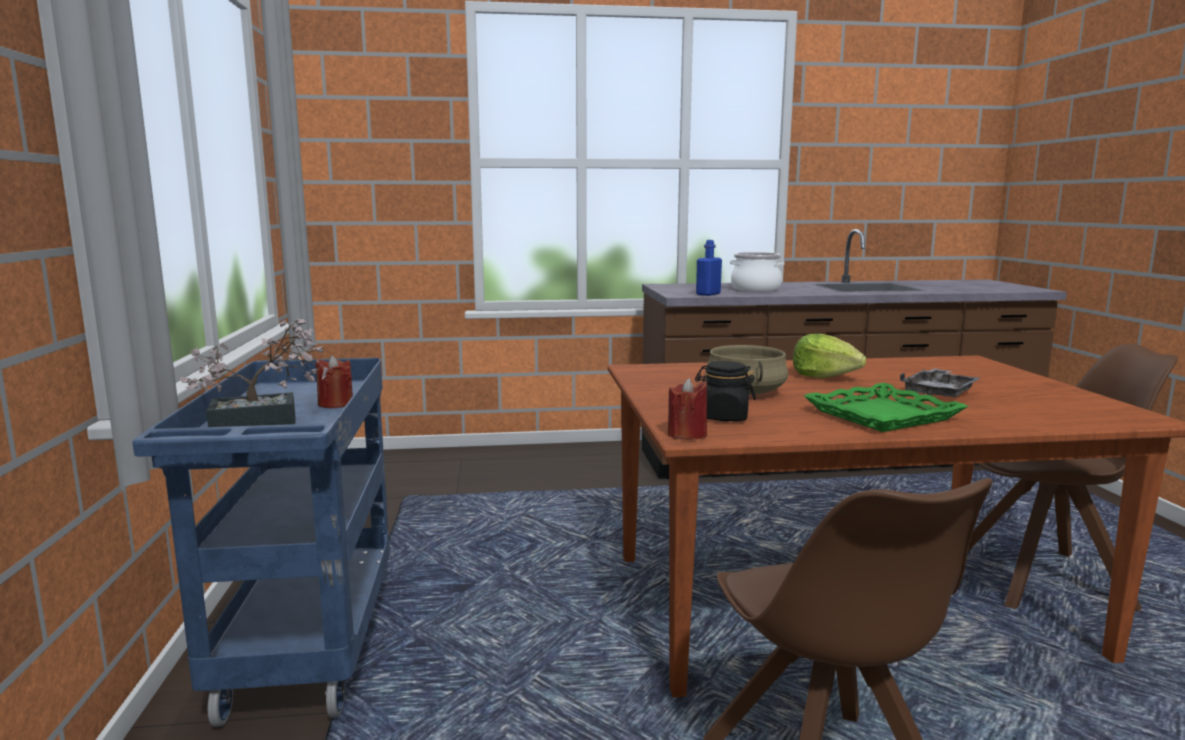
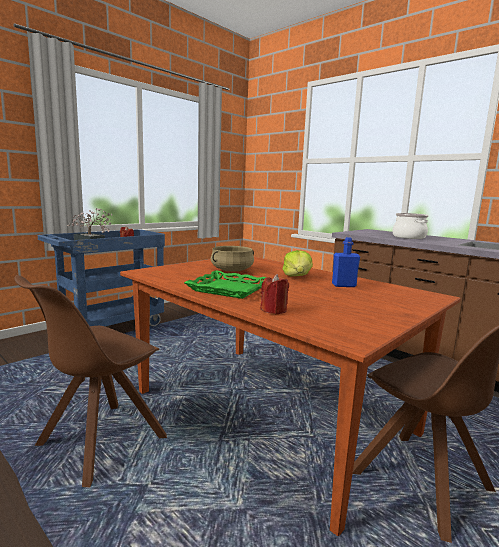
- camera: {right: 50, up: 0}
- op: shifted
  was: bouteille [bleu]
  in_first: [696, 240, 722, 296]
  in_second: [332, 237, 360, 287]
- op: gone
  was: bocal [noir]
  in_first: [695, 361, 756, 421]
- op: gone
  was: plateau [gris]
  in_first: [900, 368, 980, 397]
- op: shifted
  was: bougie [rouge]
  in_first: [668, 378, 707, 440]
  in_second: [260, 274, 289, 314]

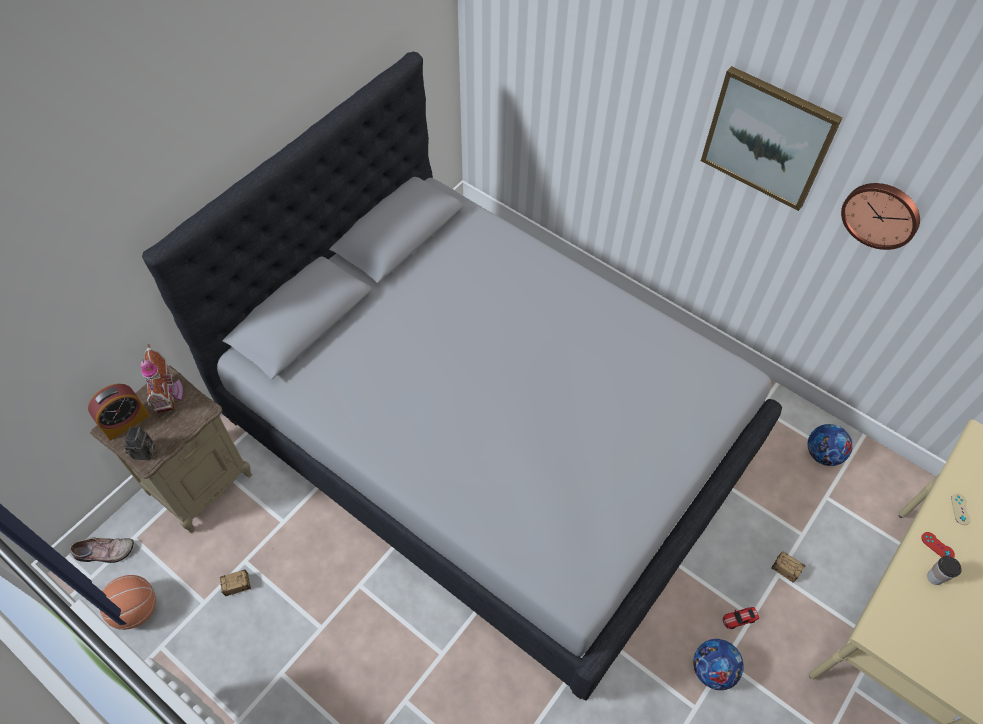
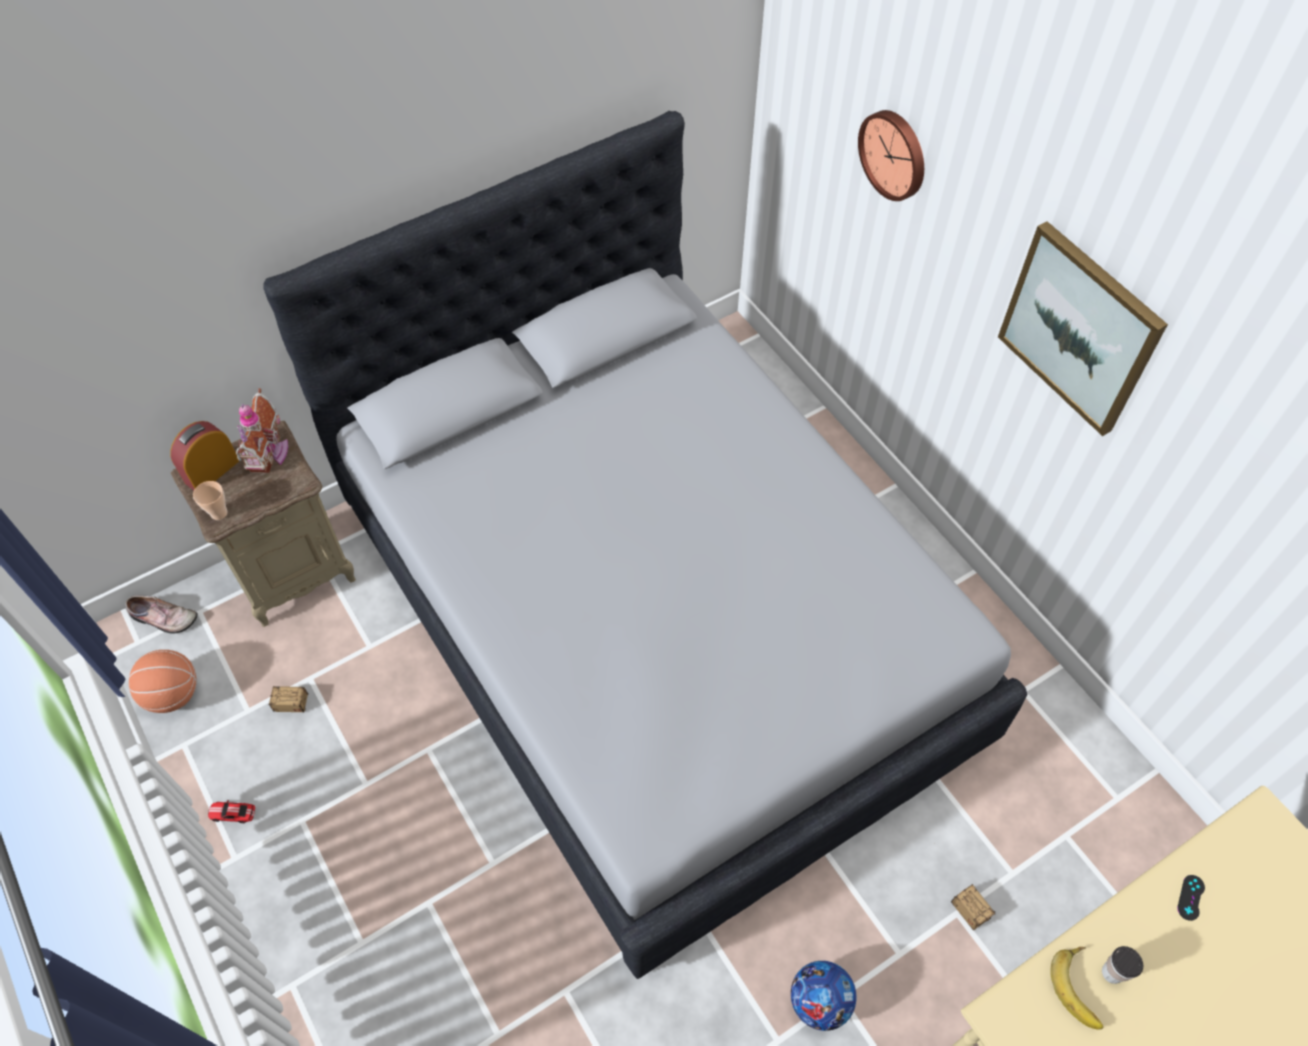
- camera: {right: 20, up: 0}
- op: shifted
  was: horloge murale
  in_first: [841, 183, 920, 250]
  in_second: [858, 110, 924, 201]
- op: rotated
  was: réveil
  in_first: [88, 384, 150, 440]
  in_second: [170, 421, 239, 490]
  clockwise: 150
- op: gone
  was: ballon de foot
  in_first: [808, 424, 853, 466]
- op: swapped
  was: appareil photo
  now: tasse
  in_first: [124, 427, 156, 460]
  in_second: [193, 481, 227, 520]
- op: repainted
  was: manette [beige]
  now: manette [noir]
  in_first: [951, 493, 971, 525]
  in_second: [1177, 875, 1205, 921]
- op: gone
  was: manette [rouge]
  in_first: [921, 532, 955, 558]
- op: shifted
  was: petite voiture
  in_first: [723, 607, 759, 629]
  in_second: [208, 800, 255, 823]
- op: new
  now: banane
  in_second: [1050, 947, 1103, 1030]

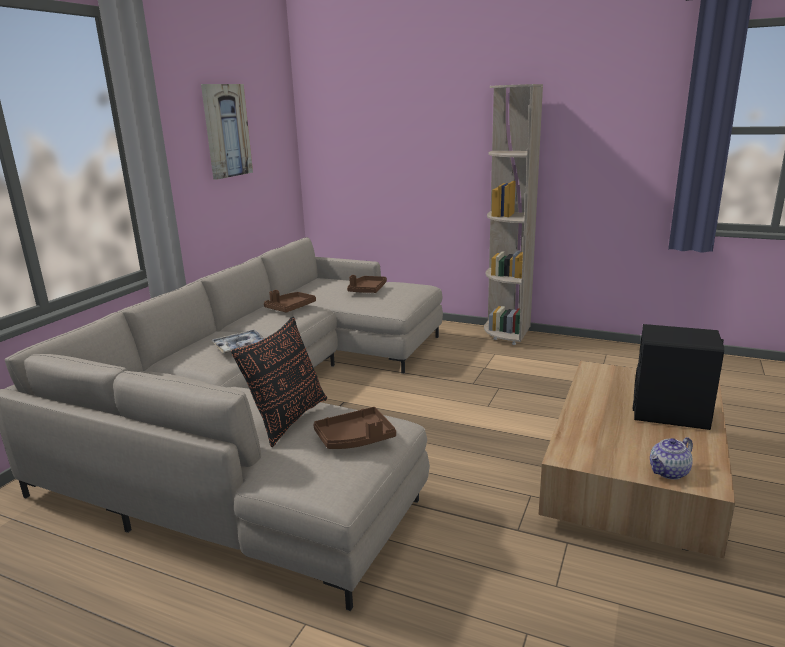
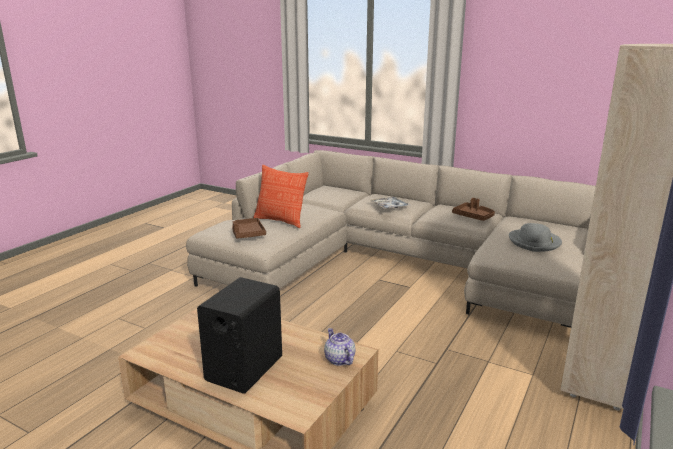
- camera: {right: 95, up: 0}
- op: gone
  was: tableau
  in_first: [201, 84, 253, 180]
- op: swapped
  was: plateau [marron]
  now: chapeau [gris]
  in_first: [347, 275, 387, 293]
  in_second: [509, 223, 562, 252]
- op: repainted
  was: coussin [noir]
  now: coussin [orange]
  in_first: [231, 316, 327, 447]
  in_second: [254, 165, 309, 228]
- op: shifted
  was: théière
  in_first: [650, 437, 693, 480]
  in_second: [324, 328, 355, 366]

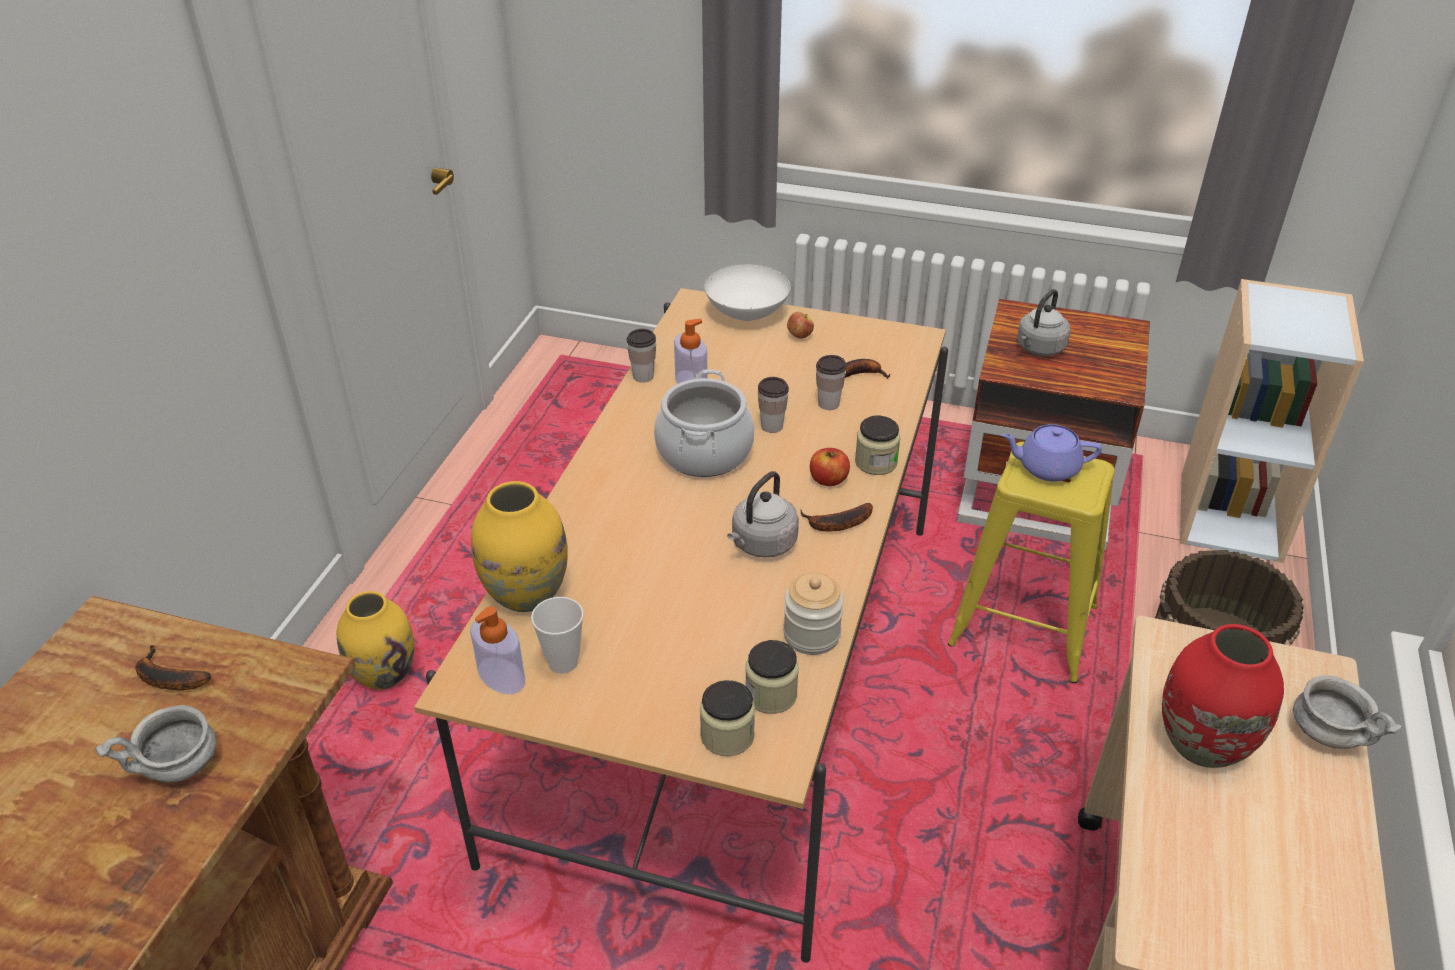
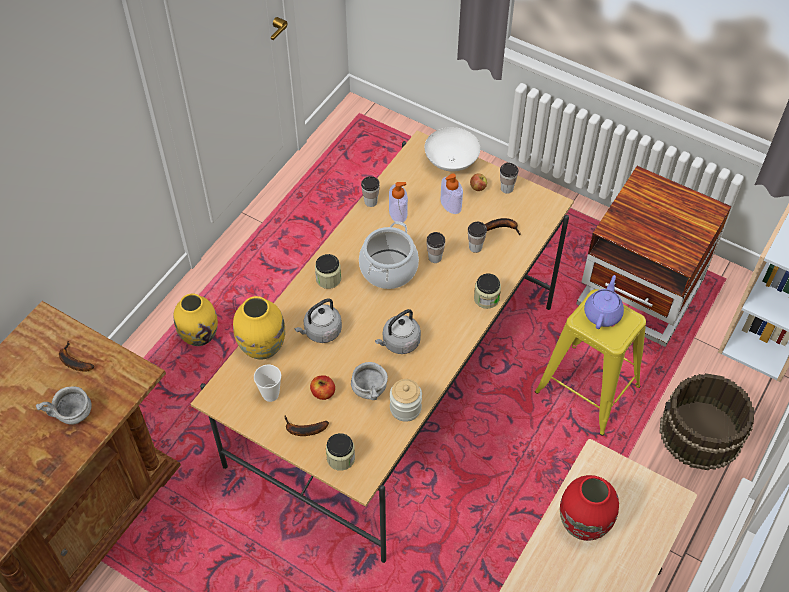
- camera: {right: 15, up: 15}
- op: shifted
  was: bouilloire [gris]
  in_first: [1017, 289, 1070, 356]
  in_second: [294, 298, 342, 343]
- op: rotated
  was: théière [violet]
  in_first: [1001, 424, 1102, 482]
  in_second: [584, 275, 624, 329]
  clockwise: 90
- op: shifted
  was: pomme
  in_first: [810, 448, 850, 486]
  in_second: [310, 375, 335, 400]
- op: shifted
  was: banane
  in_first: [800, 503, 873, 531]
  in_second: [285, 415, 329, 436]
- op: shifted
  was: distributeur de savon
  in_first: [470, 606, 525, 694]
  in_second: [440, 173, 463, 214]
- op: shifted
  was: bocal
  in_first: [746, 640, 799, 714]
  in_second: [315, 254, 341, 289]
- op: shifted
  was: bol [gris]
  in_first: [1293, 675, 1402, 749]
  in_second: [351, 362, 388, 400]
- op: new
  now: tasse
  in_second: [500, 163, 518, 194]

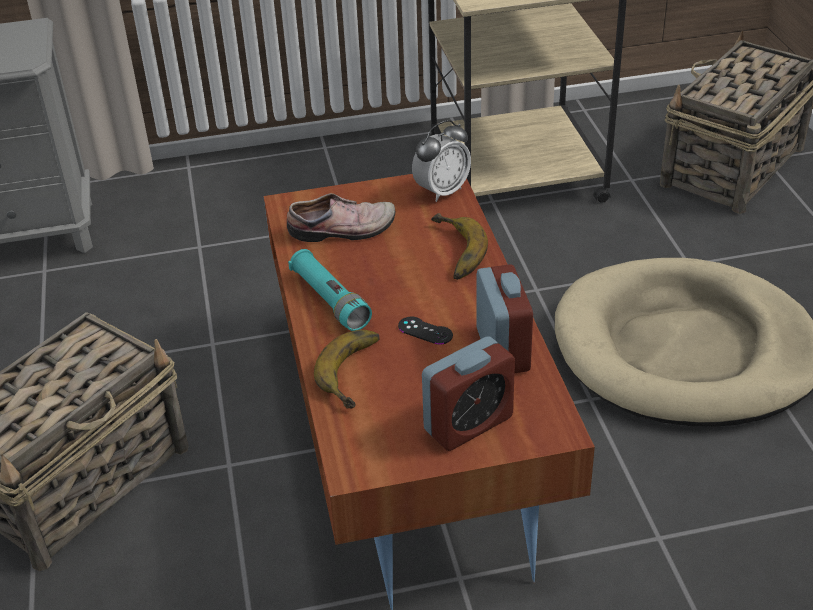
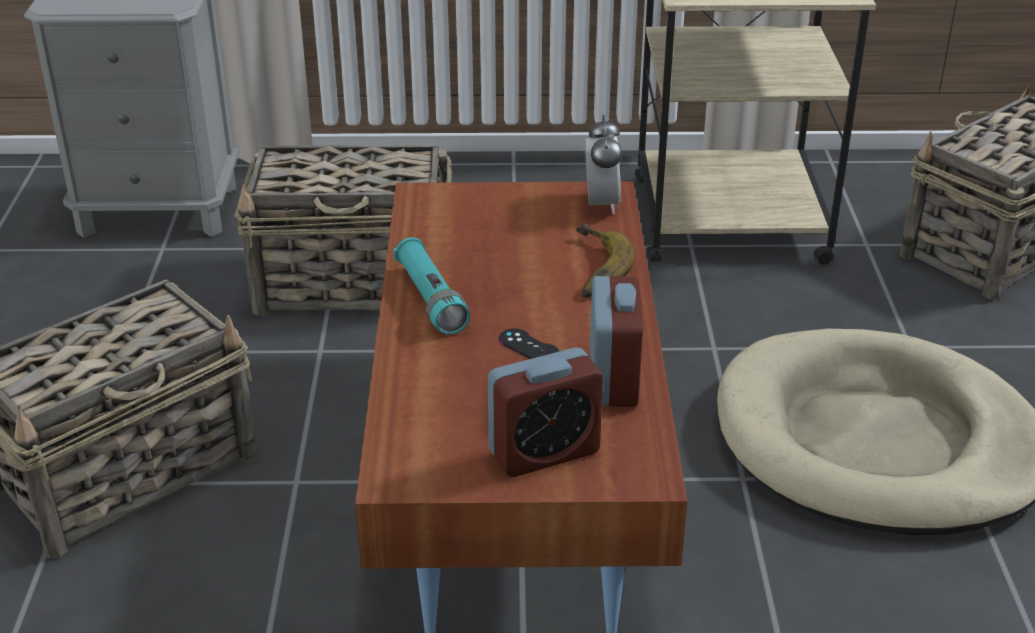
- camera: {right: 10, up: -5}
- op: rotated
  was: réveil
  in_first: [412, 120, 471, 202]
  in_second: [584, 115, 622, 214]
  clockwise: -60
- op: gone
  was: chaussure
  in_first: [287, 193, 395, 242]
- op: gone
  was: banane
  in_first: [314, 330, 380, 408]
- op: new
  now: panier
  in_second: [234, 145, 452, 316]

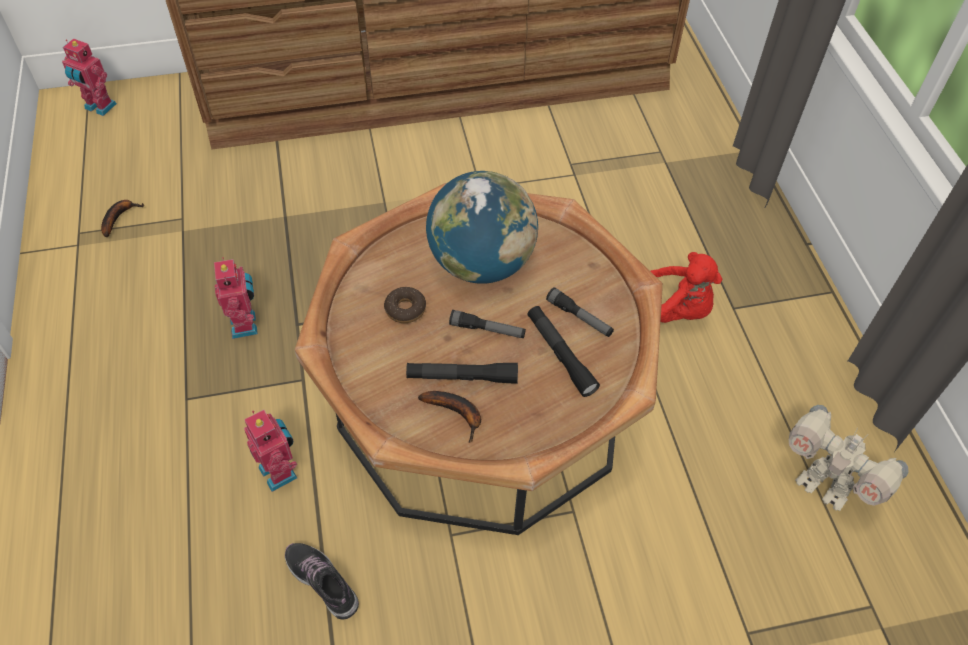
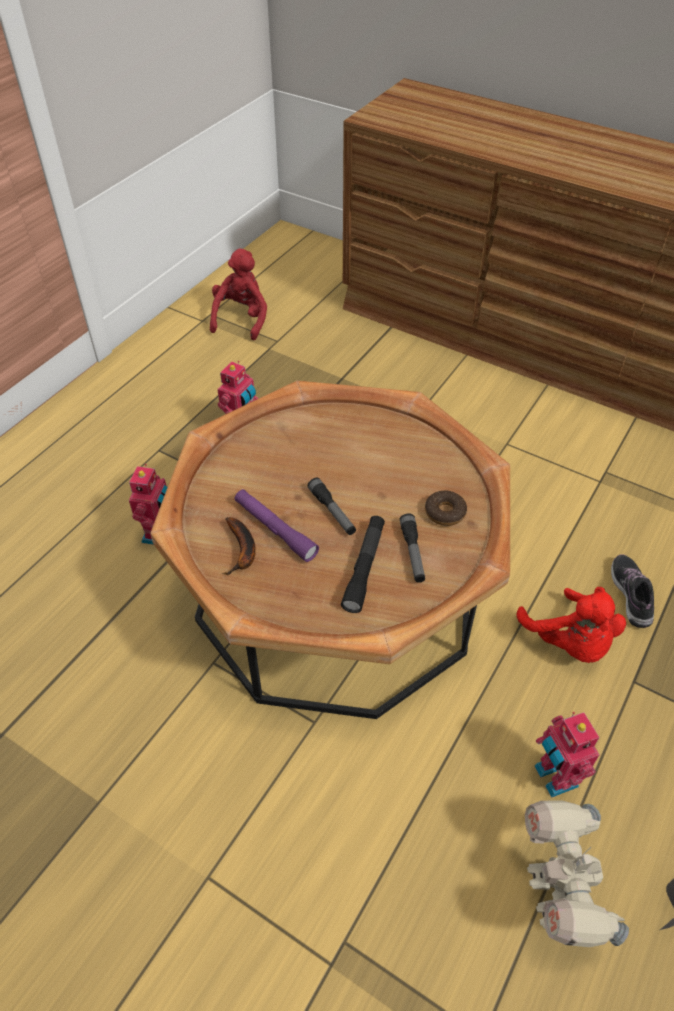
- camera: {right: 45, up: -5}
- op: shifted
  was: robot jouet
  in_first: [62, 38, 117, 116]
  in_second: [535, 712, 599, 798]
- op: gone
  was: globe
  in_first: [426, 171, 538, 284]
- op: swapped
  was: banane
  now: peluche [rouge]
  in_first: [101, 200, 144, 237]
  in_second: [210, 249, 267, 340]
- op: shifted
  was: beignet
  in_first: [384, 287, 426, 323]
  in_second: [425, 491, 467, 526]
- op: repainted
  was: lampe de poche [noir]
  now: lampe de poche [violet]
  in_first: [406, 363, 518, 384]
  in_second: [235, 489, 319, 562]
- op: shifted
  was: chaussure
  in_first: [285, 543, 359, 619]
  in_second: [611, 554, 654, 628]

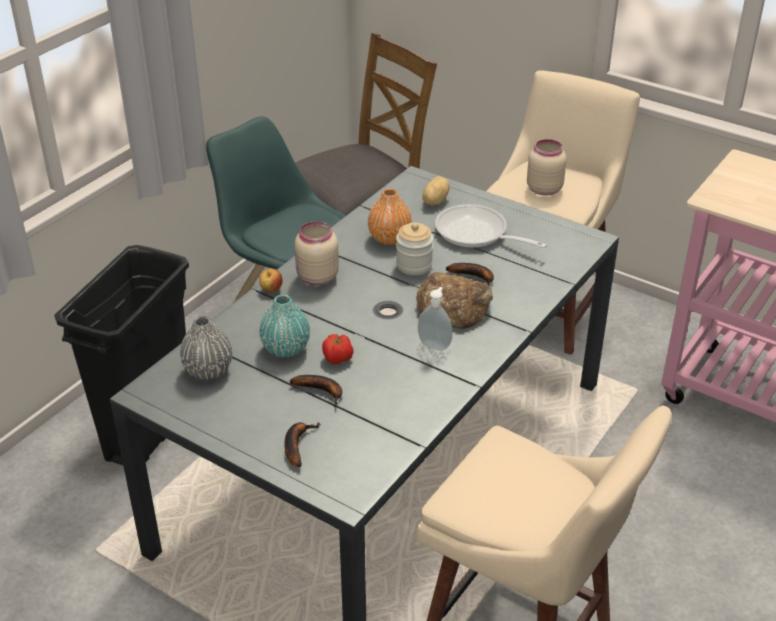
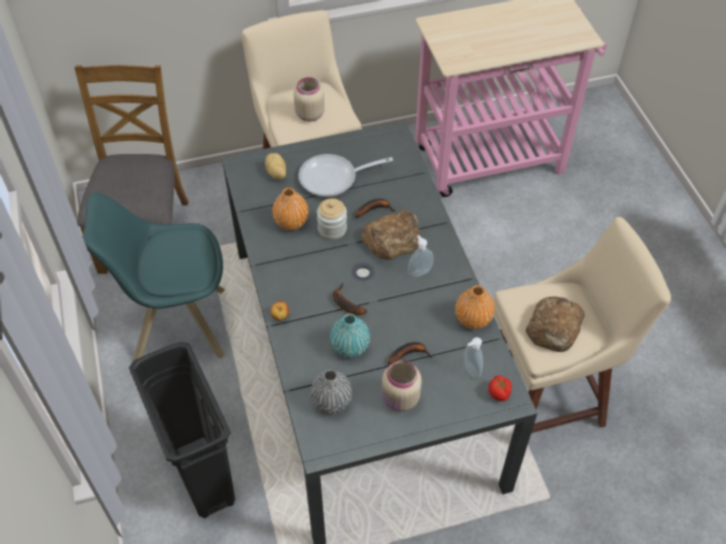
- camera: {right: -50, up: 15}
- op: shifted
  was: bocal [beige]
  in_first: [294, 221, 339, 286]
  in_second: [382, 360, 422, 412]
- op: shifted
  was: tomate
  in_first: [322, 333, 354, 364]
  in_second: [488, 375, 512, 401]
- op: shifted
  was: banane
  in_first: [285, 422, 321, 467]
  in_second: [333, 283, 367, 315]
- op: new
  now: vase [orange]
  in_second: [455, 285, 495, 329]
- op: new
  now: pain
  in_second: [526, 296, 585, 352]
- op: new
  now: distributeur de savon
  in_second: [464, 337, 483, 378]

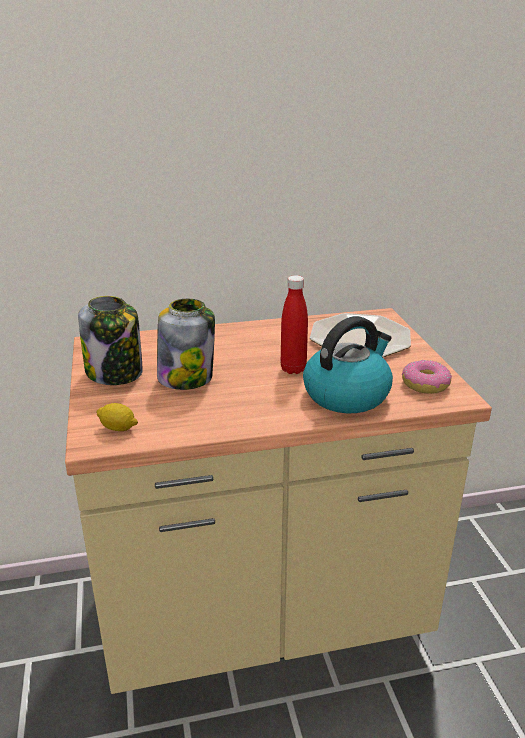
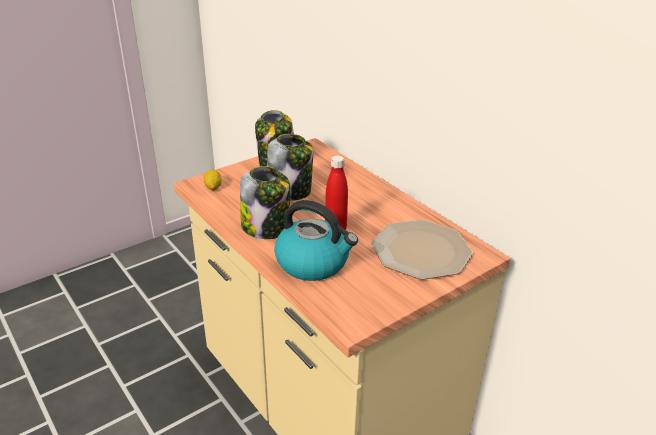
- camera: {right: 65, up: 5}
- op: gone
  was: beignet
  in_first: [402, 360, 452, 394]
- op: new
  now: bocal
  in_second: [240, 166, 290, 239]

